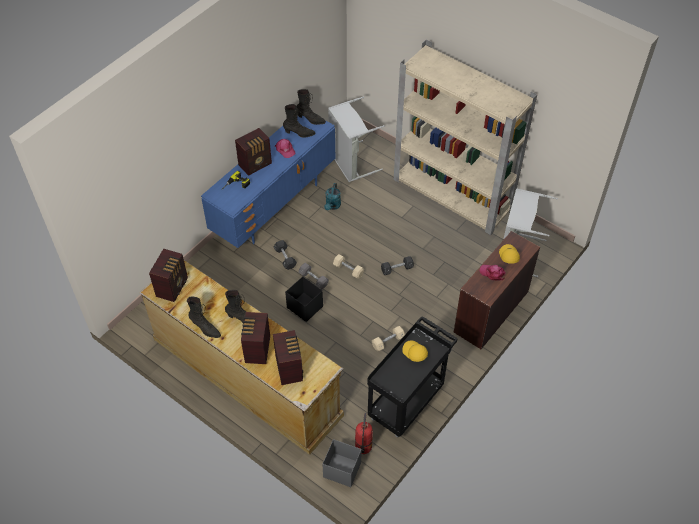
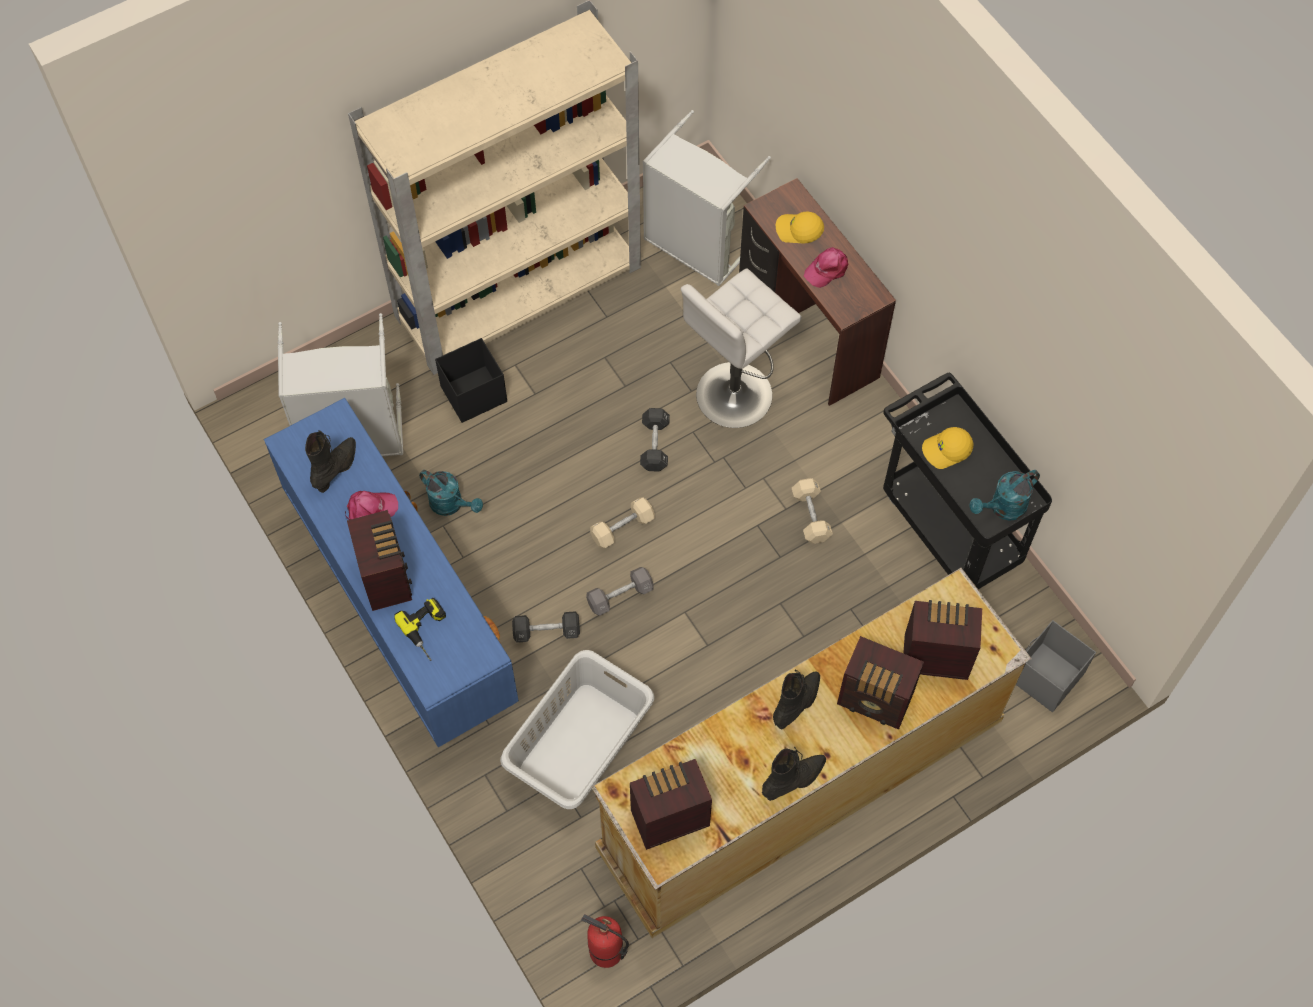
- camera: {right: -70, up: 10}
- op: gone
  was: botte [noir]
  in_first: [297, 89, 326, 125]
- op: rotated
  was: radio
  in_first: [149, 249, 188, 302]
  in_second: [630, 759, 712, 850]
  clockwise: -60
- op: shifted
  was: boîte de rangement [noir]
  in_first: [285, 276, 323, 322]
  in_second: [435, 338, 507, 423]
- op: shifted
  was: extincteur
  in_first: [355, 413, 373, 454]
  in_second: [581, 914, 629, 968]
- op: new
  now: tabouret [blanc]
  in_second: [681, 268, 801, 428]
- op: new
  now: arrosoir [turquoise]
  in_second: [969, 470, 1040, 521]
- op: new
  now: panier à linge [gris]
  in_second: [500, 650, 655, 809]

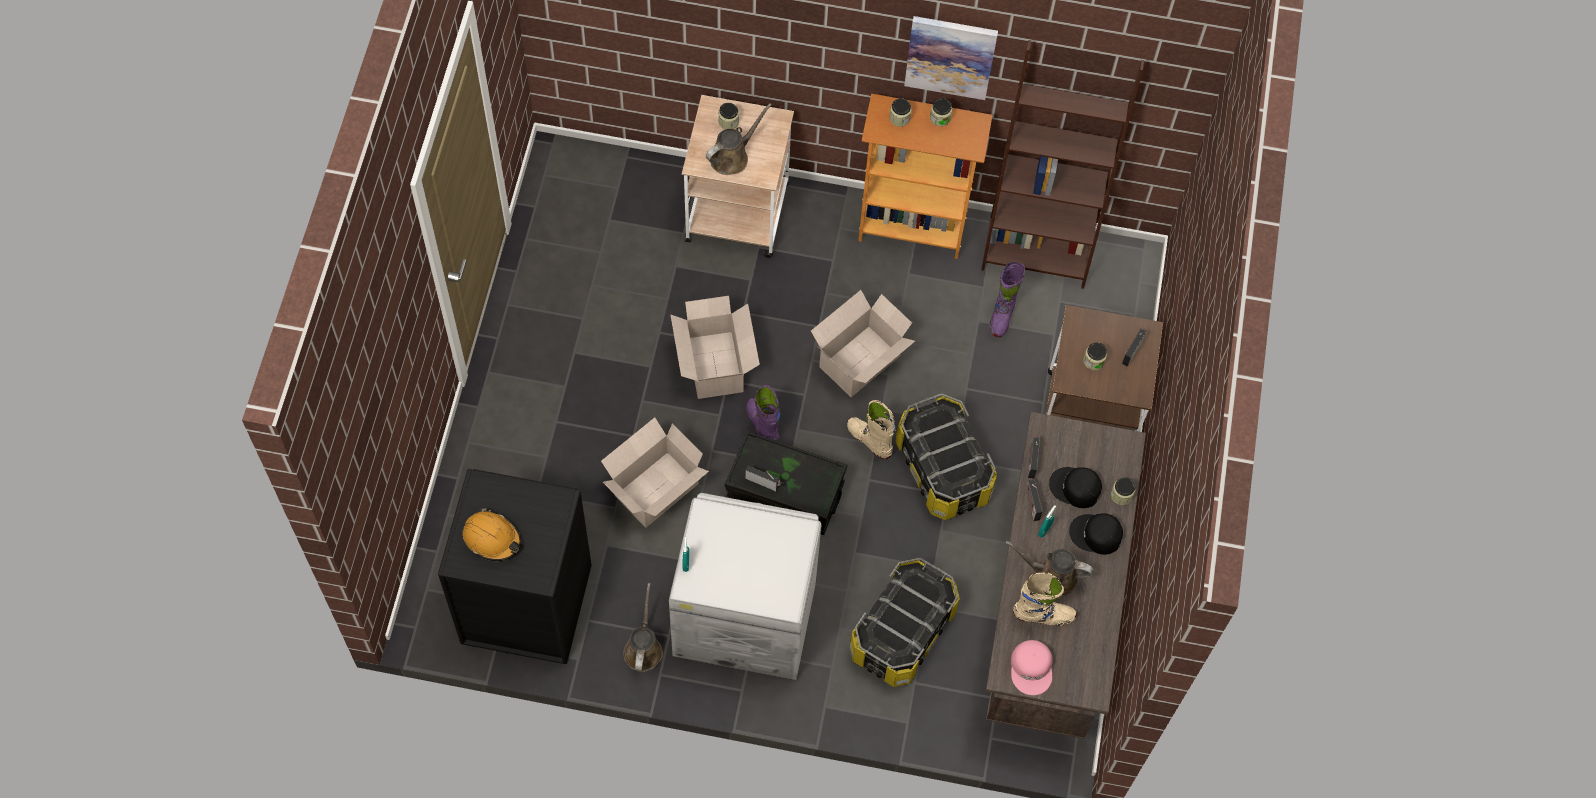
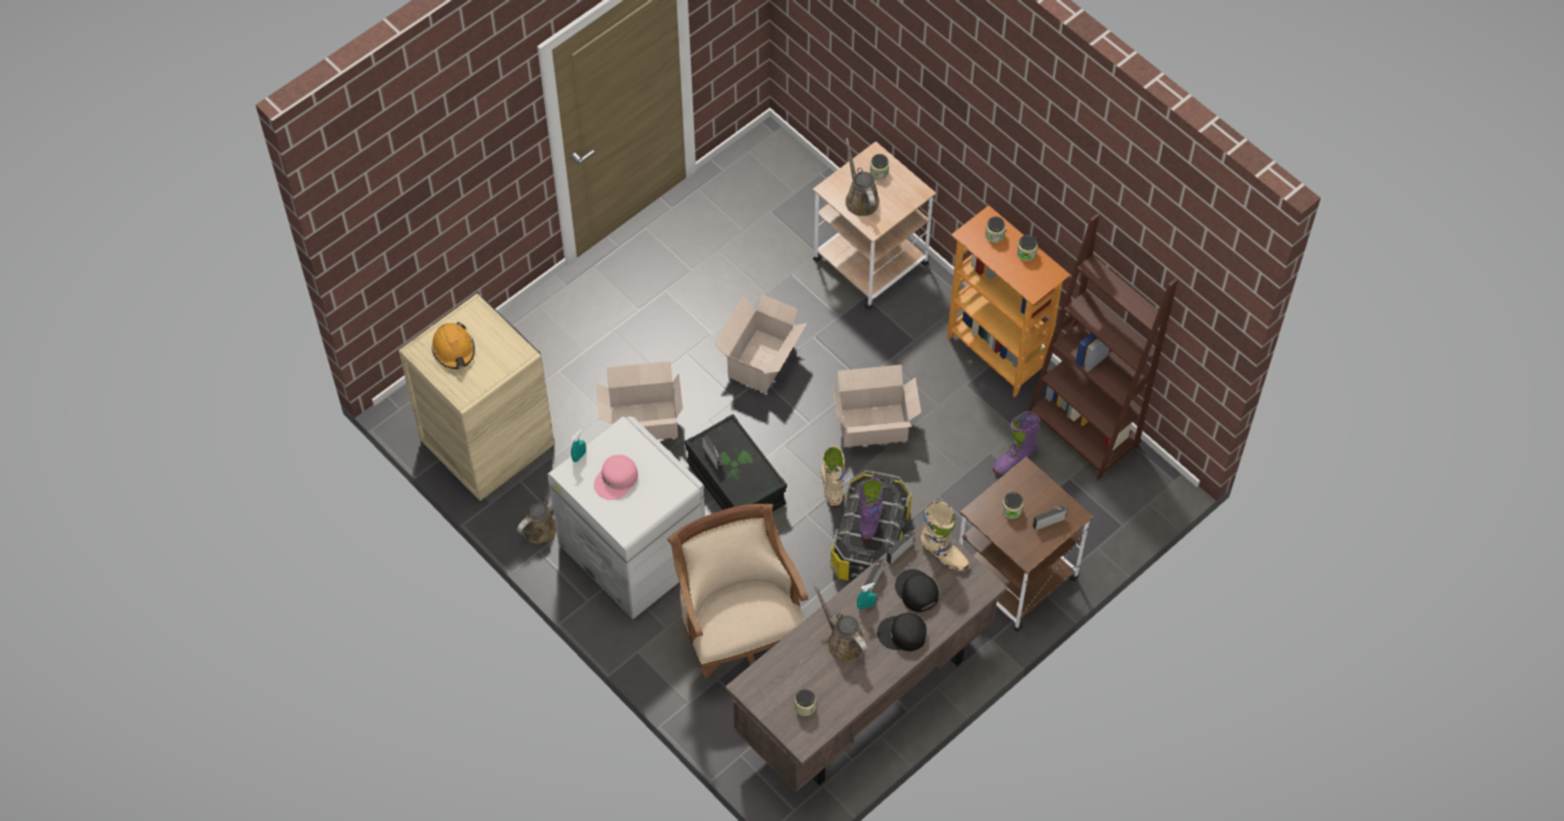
- camera: {right: 40, up: -5}
- op: gone
  was: tableau
  in_first: [904, 16, 998, 100]
- op: rotated
  was: arrosoir [marron]
  in_first: [706, 103, 772, 175]
  in_second: [845, 138, 880, 216]
  clockwise: -105
- op: shifted
  was: botte [violet]
  in_first: [746, 385, 780, 441]
  in_second: [859, 478, 883, 541]
- op: repainted
  was: meuble de rangement [noir]
  now: meuble de rangement [beige]
  in_first: [438, 469, 592, 664]
  in_second: [399, 294, 554, 501]
- op: shifted
  was: bocal
  in_first: [1111, 477, 1135, 505]
  in_second: [795, 689, 816, 716]
- op: rotated
  was: casquette [noir]
  in_first: [1069, 513, 1123, 555]
  in_second: [877, 613, 927, 651]
  clockwise: -45
- op: swapped
  was: boîte de rangement
  now: chaise de bureau
  in_first: [850, 558, 960, 687]
  in_second: [667, 504, 808, 678]
- op: shifted
  was: botte [beige]
  in_first: [1013, 573, 1077, 626]
  in_second: [920, 501, 969, 571]
- op: shifted
  was: casquette [rose]
  in_first: [1011, 640, 1053, 695]
  in_second: [594, 455, 638, 500]

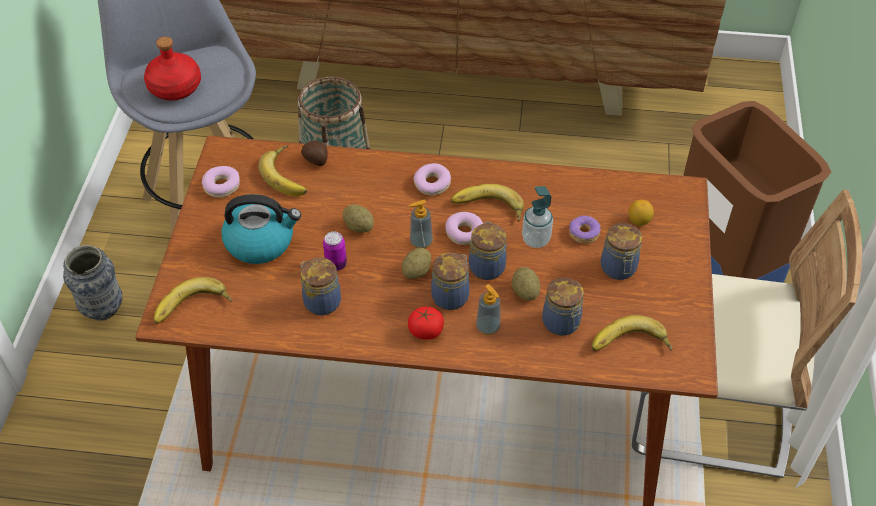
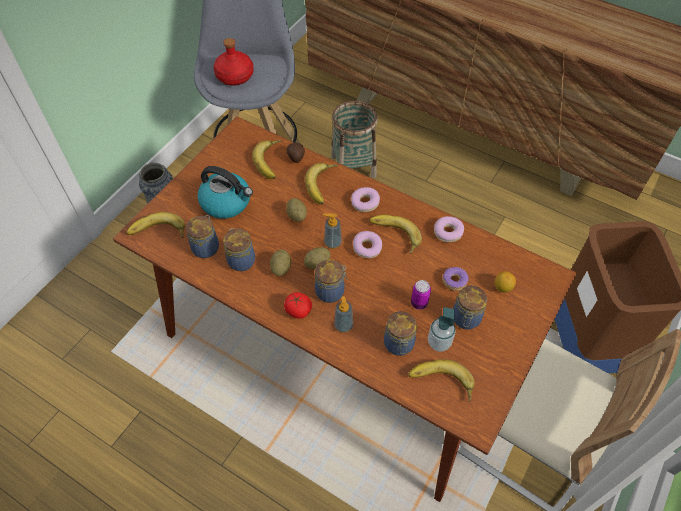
- camera: {right: 25, up: 5}
- op: shifted
  was: beignet
  in_first: [202, 166, 240, 198]
  in_second: [434, 216, 464, 242]
- op: shifted
  was: distributeur de savon
  in_first: [522, 186, 553, 248]
  in_second: [428, 307, 456, 352]
- op: shifted
  was: bocal
  in_first: [469, 222, 507, 280]
  in_second: [186, 215, 219, 258]
- op: shifted
  was: boîte métallique
  in_first: [323, 231, 347, 271]
  in_second: [411, 280, 431, 310]
- op: shifted
  was: pomme de terre
  in_first: [512, 267, 540, 301]
  in_second: [270, 249, 291, 276]
- op: new
  now: banane
  in_second: [305, 163, 338, 204]

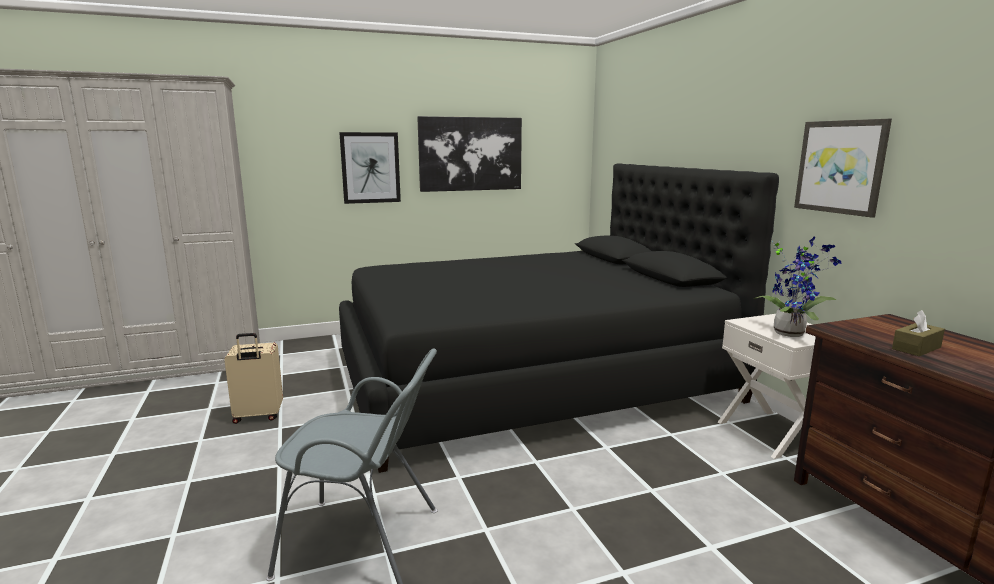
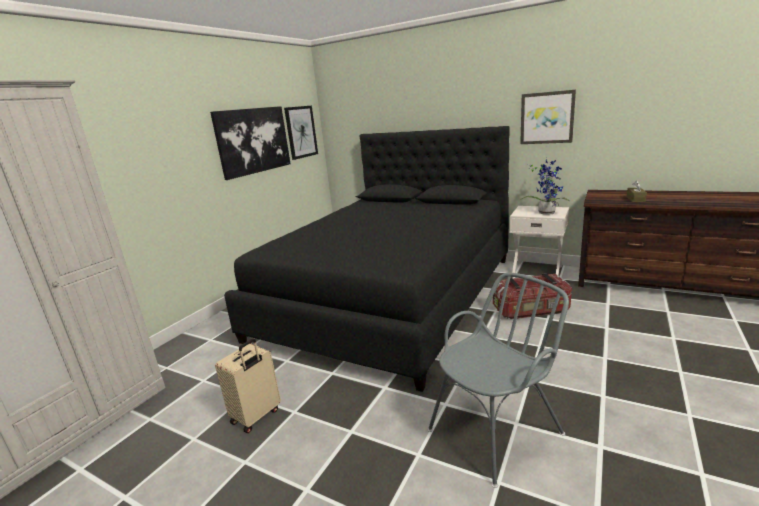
- camera: {right: -40, up: 5}
- op: shifted
  was: tableau
  in_first: [339, 132, 401, 204]
  in_second: [284, 106, 318, 160]
- op: new
  now: boîte de rangement
  in_second: [493, 273, 572, 319]

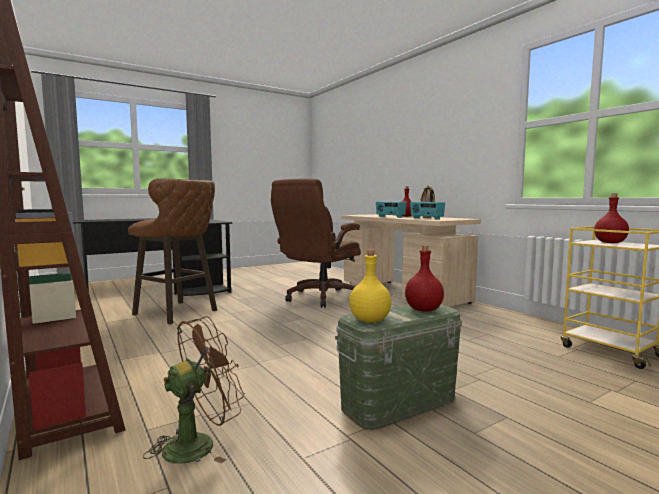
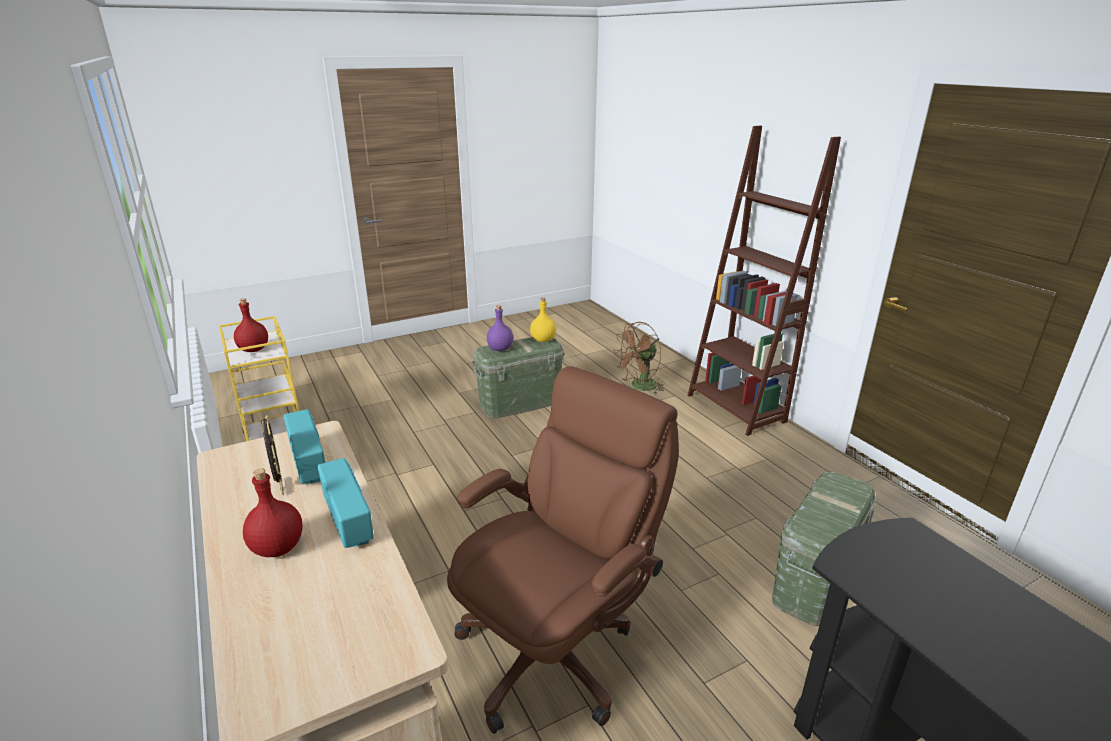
- camera: {right: -175, up: 20}
- op: swapped
  was: tabouret [marron]
  now: boîte de rangement [vert]
  in_first: [128, 178, 217, 324]
  in_second: [772, 472, 876, 626]
- op: repainted
  was: bouteille [rouge]
  now: bouteille [violet]
  in_first: [405, 245, 444, 312]
  in_second: [487, 305, 513, 351]

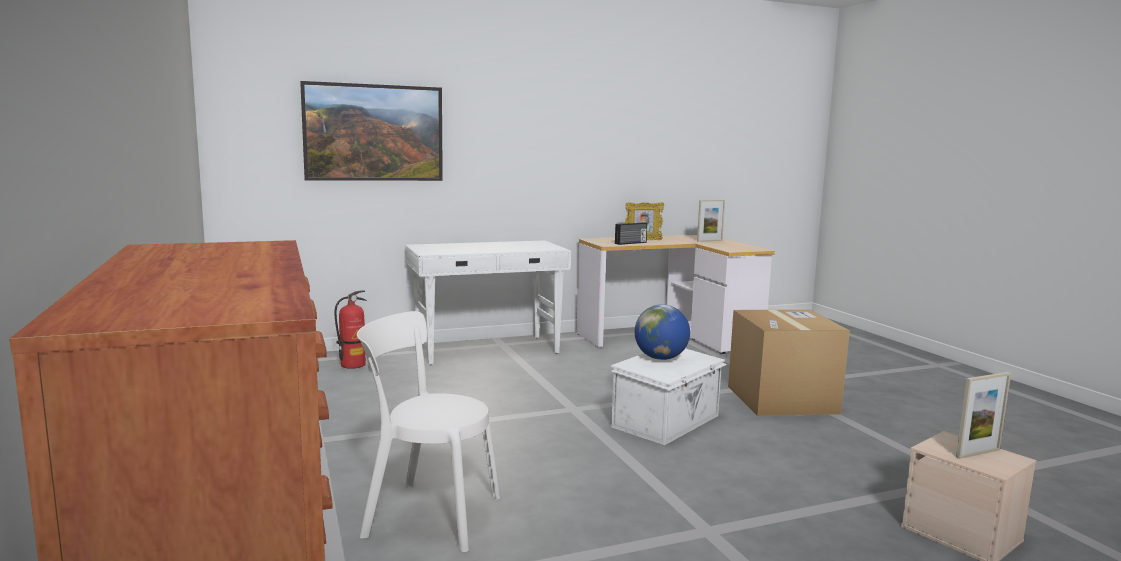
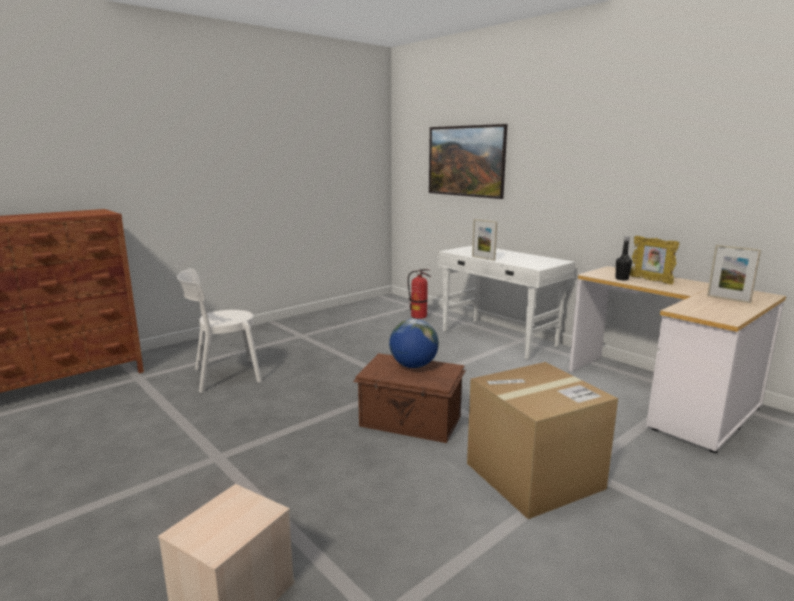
- camera: {right: 70, up: 5}
- op: swapped
  was: radio
  now: bouteille [noir]
  in_first: [615, 222, 647, 245]
  in_second: [616, 236, 632, 281]
- op: rotated
  was: chaise [blanc]
  in_first: [357, 311, 500, 552]
  in_second: [177, 268, 262, 392]
  clockwise: -105
- op: repainted
  was: boîte de rangement [blanc]
  now: boîte de rangement [marron]
  in_first: [611, 348, 727, 445]
  in_second: [353, 353, 466, 443]
- op: shifted
  was: cadre photo
  in_first: [956, 372, 1011, 459]
  in_second: [472, 219, 497, 261]

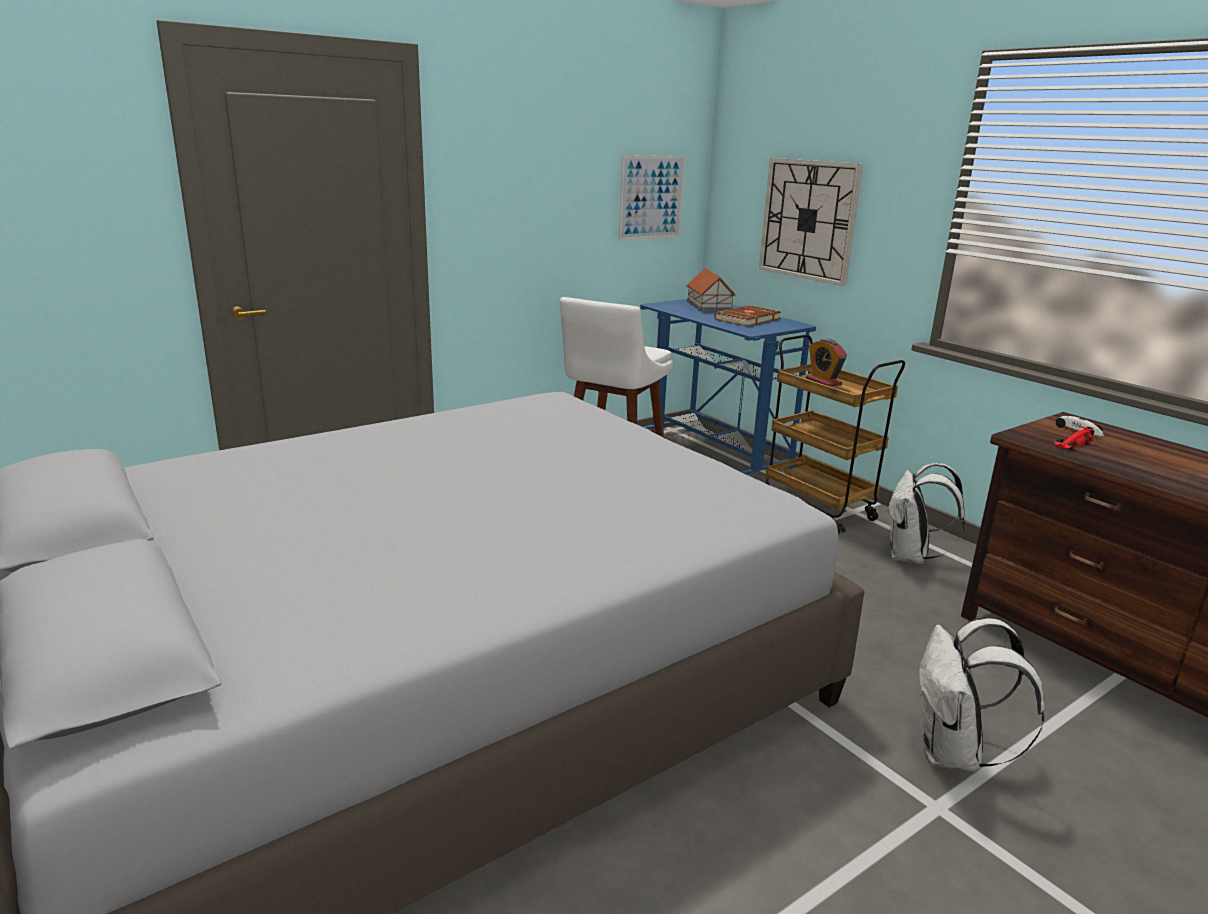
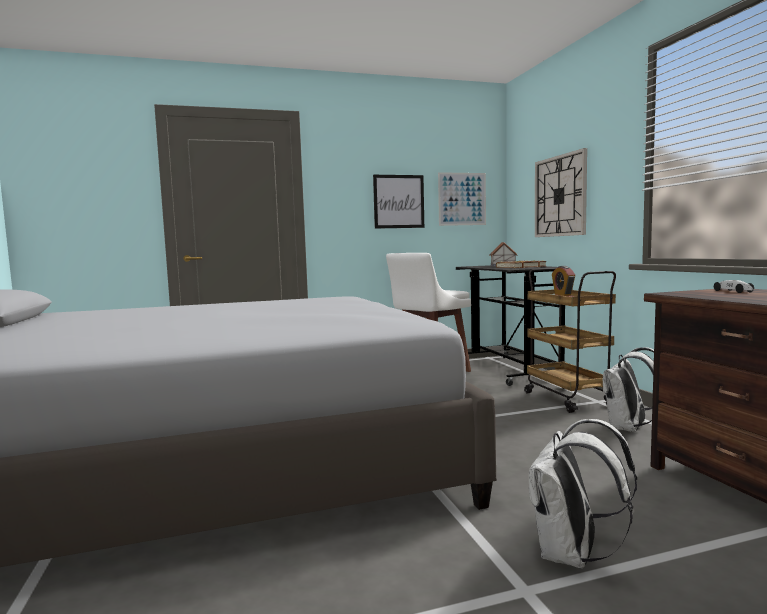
- camera: {right: 20, up: -15}
- op: repainted
  was: bureau [bleu]
  now: bureau [noir]
  in_first: [640, 299, 816, 474]
  in_second: [456, 265, 565, 386]
- op: gone
  was: petite voiture [rouge]
  in_first: [1054, 426, 1093, 450]
- op: new
  now: tableau
  in_second: [373, 175, 424, 229]

